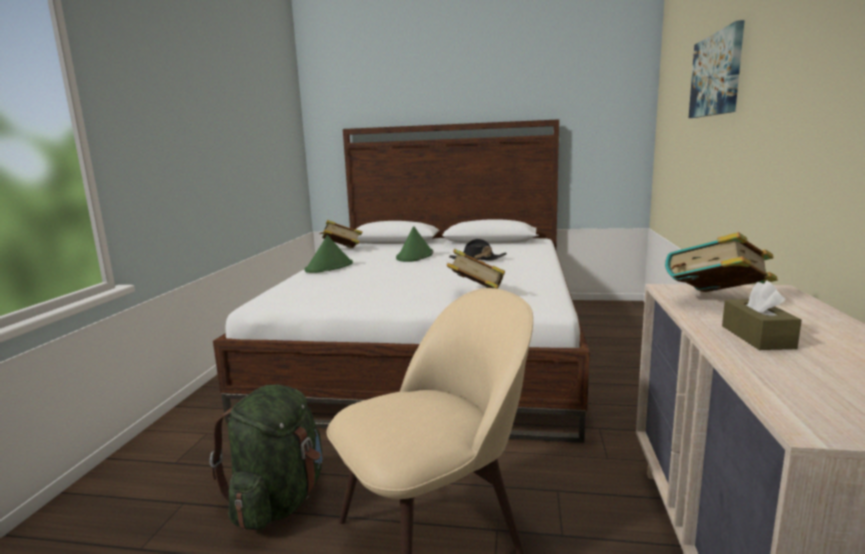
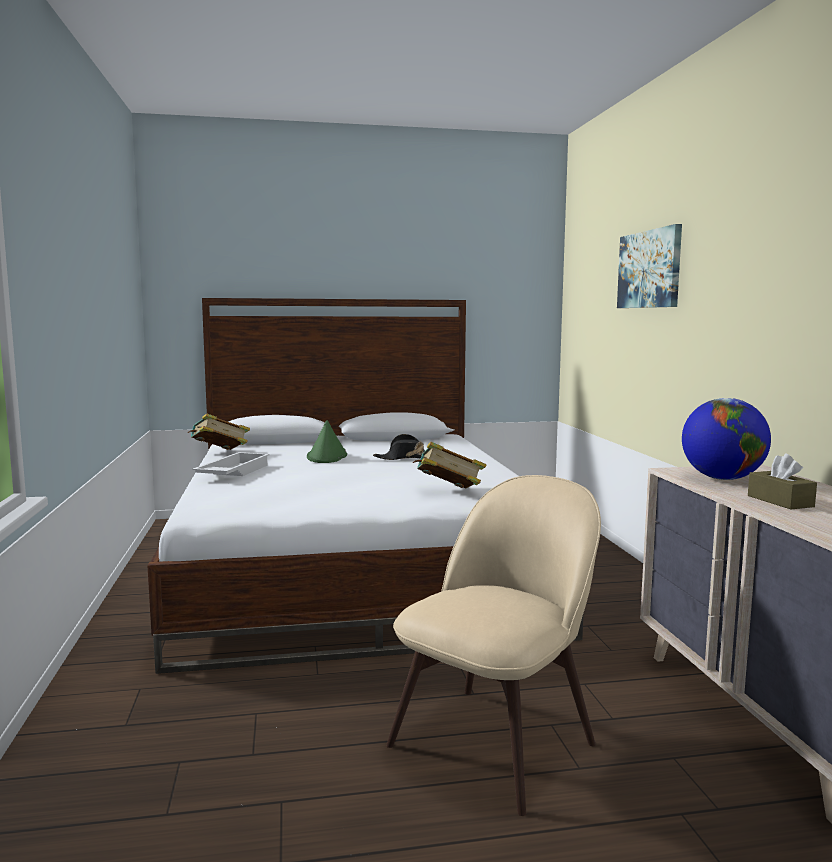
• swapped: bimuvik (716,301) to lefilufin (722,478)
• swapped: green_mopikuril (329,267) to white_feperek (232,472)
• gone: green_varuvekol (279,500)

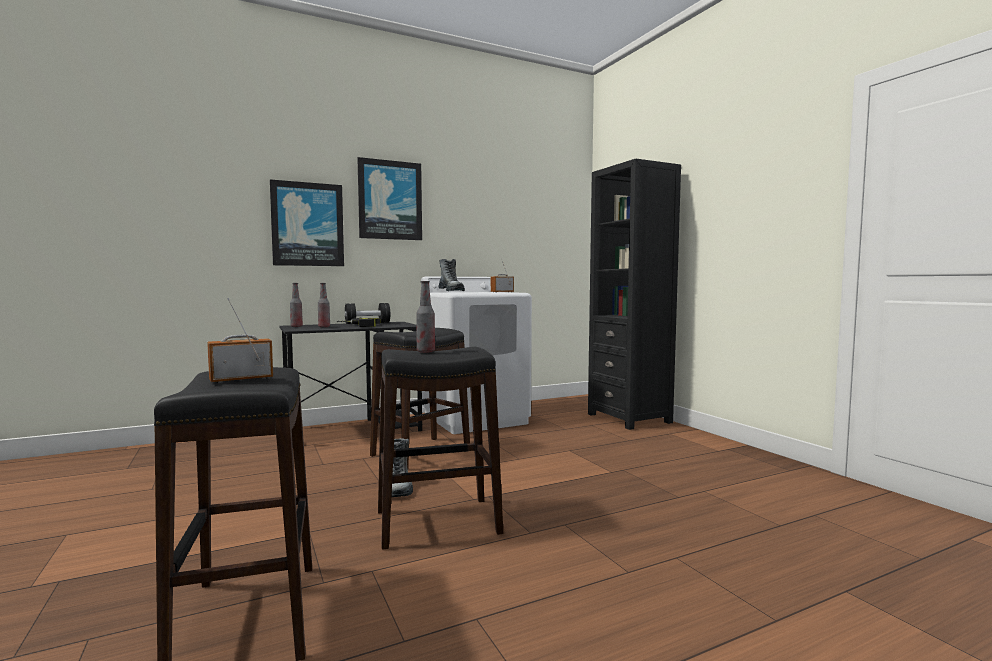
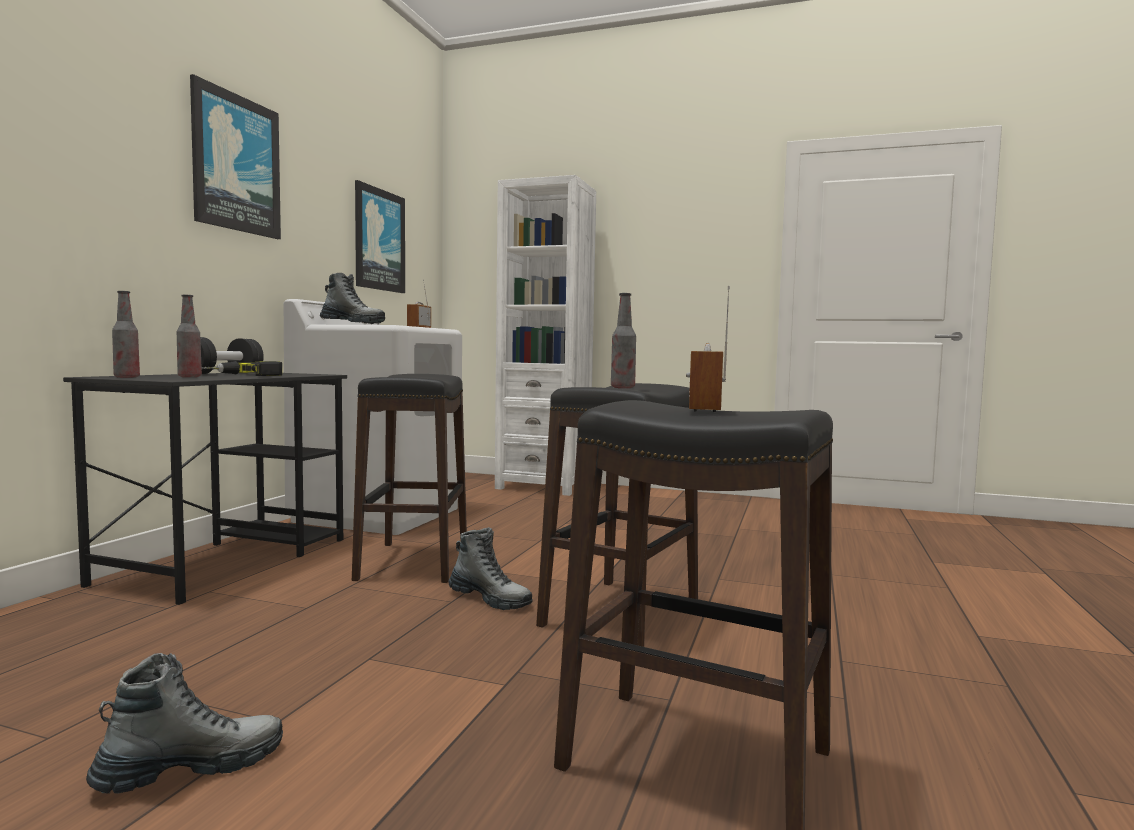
• repainted: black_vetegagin (629,418) to white_vetegagin (543,486)
• shifted: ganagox (307,224) to (379,240)
• new: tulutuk (191,768)

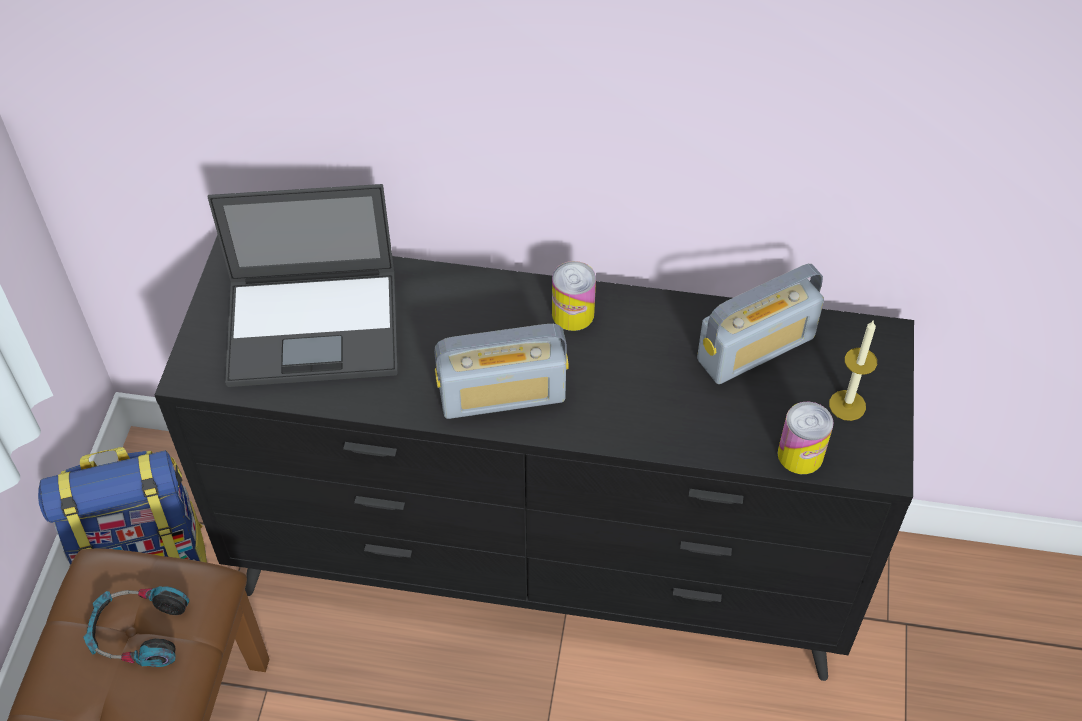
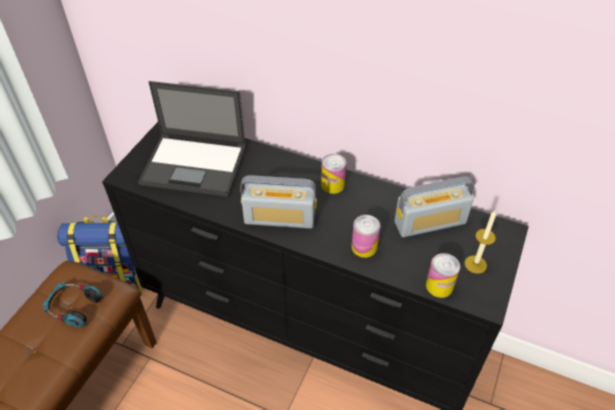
• new: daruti (364,247)

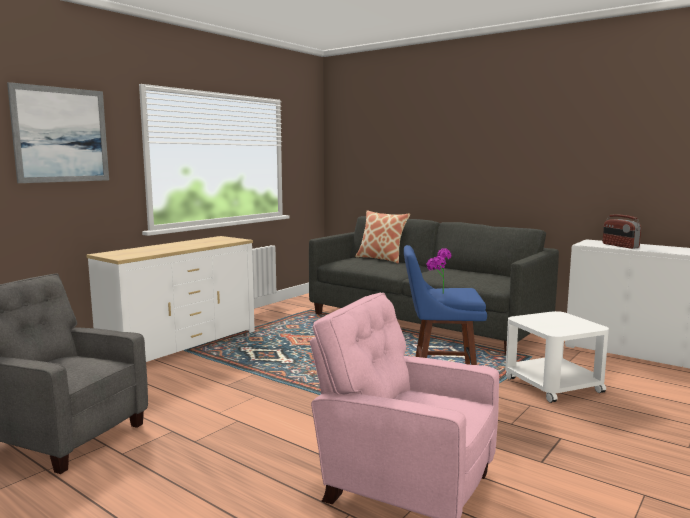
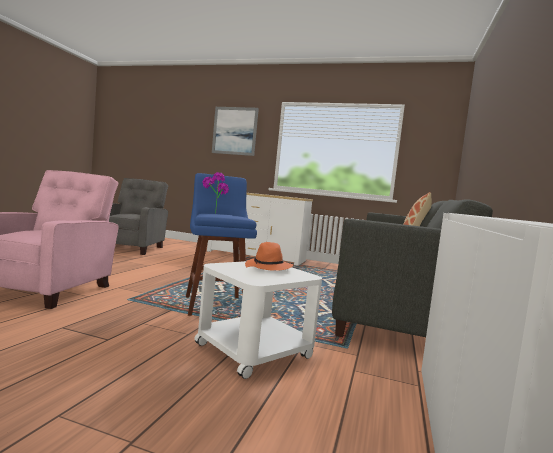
• gone: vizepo (620,246)
• new: orange_mopikuril (268,268)

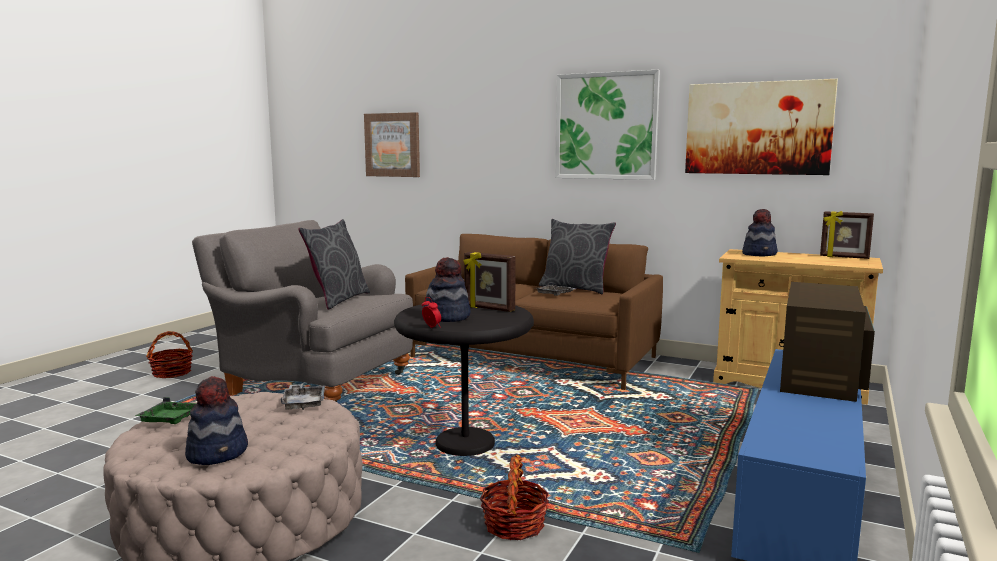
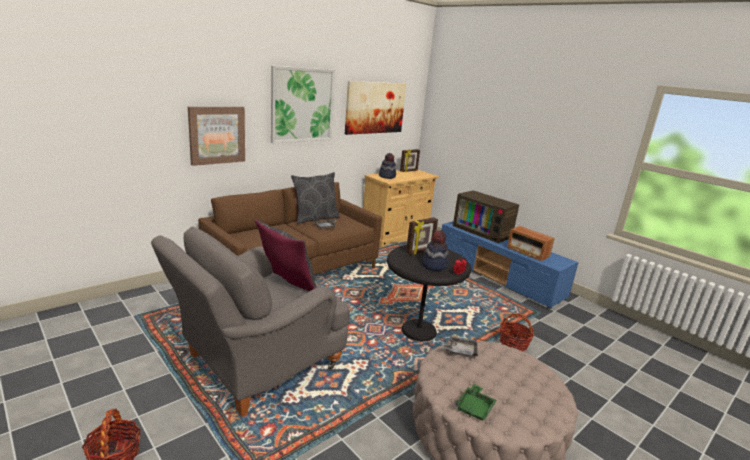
• shifted: ganagox (393,145) to (217,135)
• gone: mopikuril (218,453)
• new: vizepo (527,252)

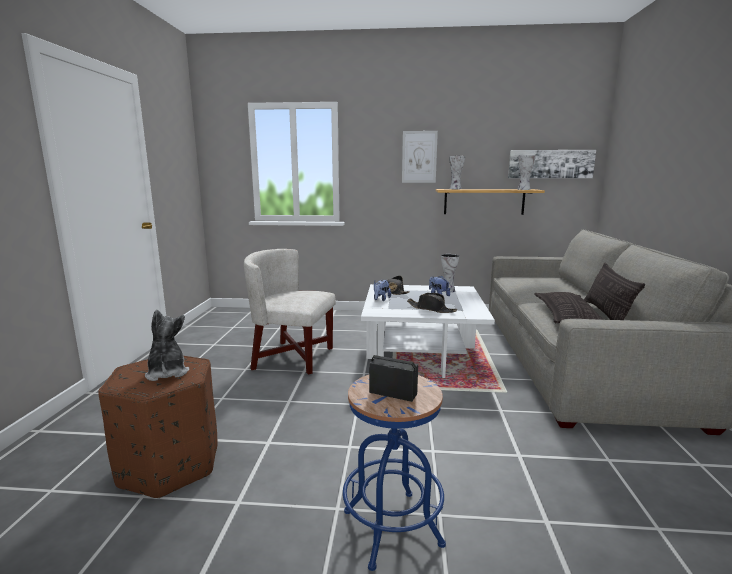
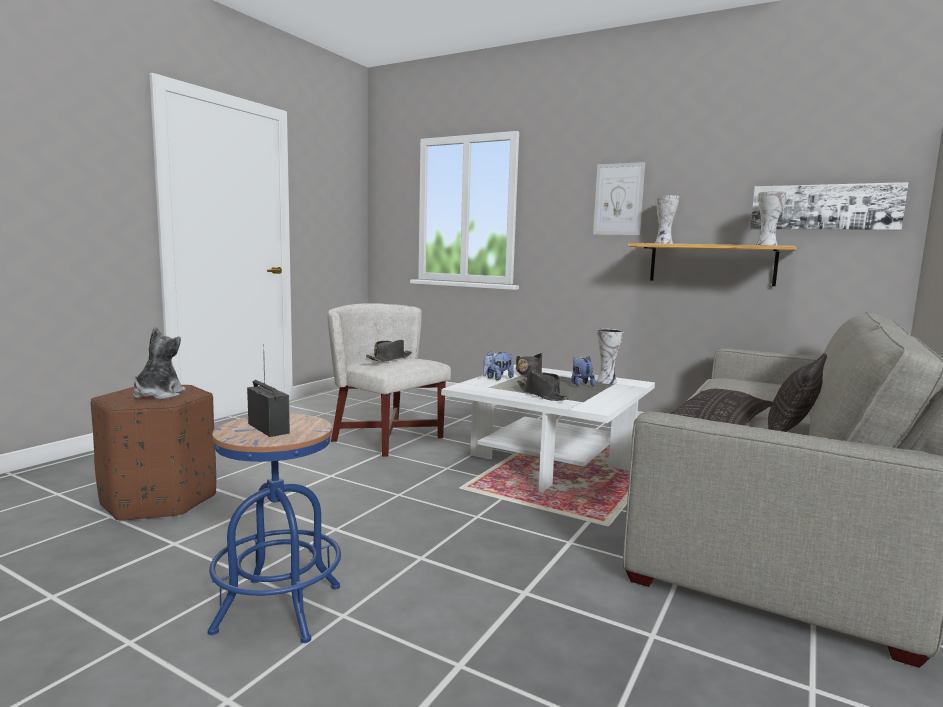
• new: black_mopikuril (389,359)

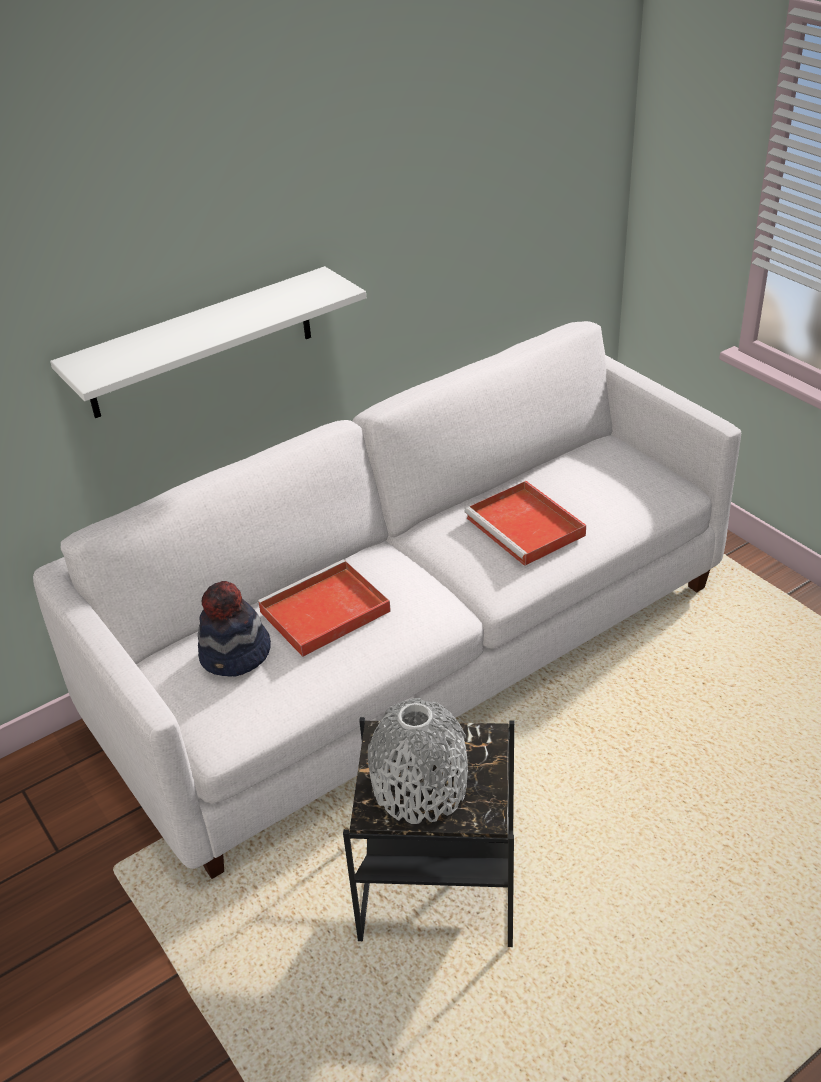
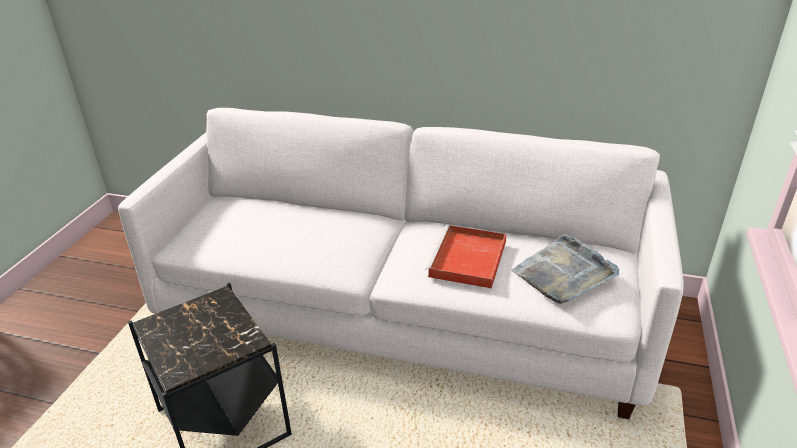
• gone: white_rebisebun (201,343)
• gone: red_feperek (323,613)
• gone: mopikuril (236,655)
• gone: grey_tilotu (420,787)
• new: grey_feperek (564,273)

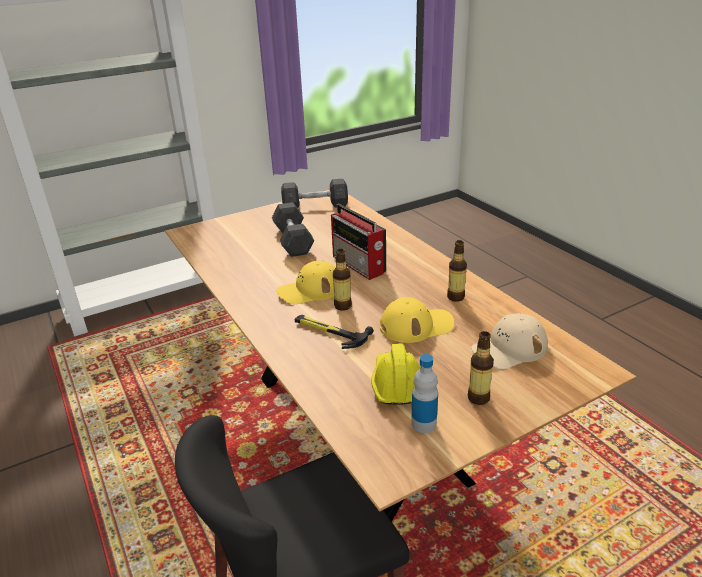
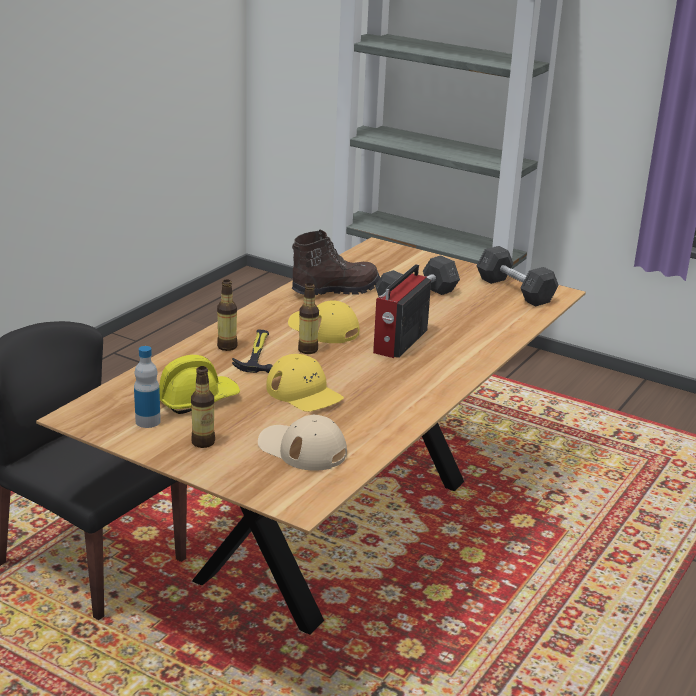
• shifted: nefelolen (455,297) to (227,346)
• new: brown_tulutuk (335,290)

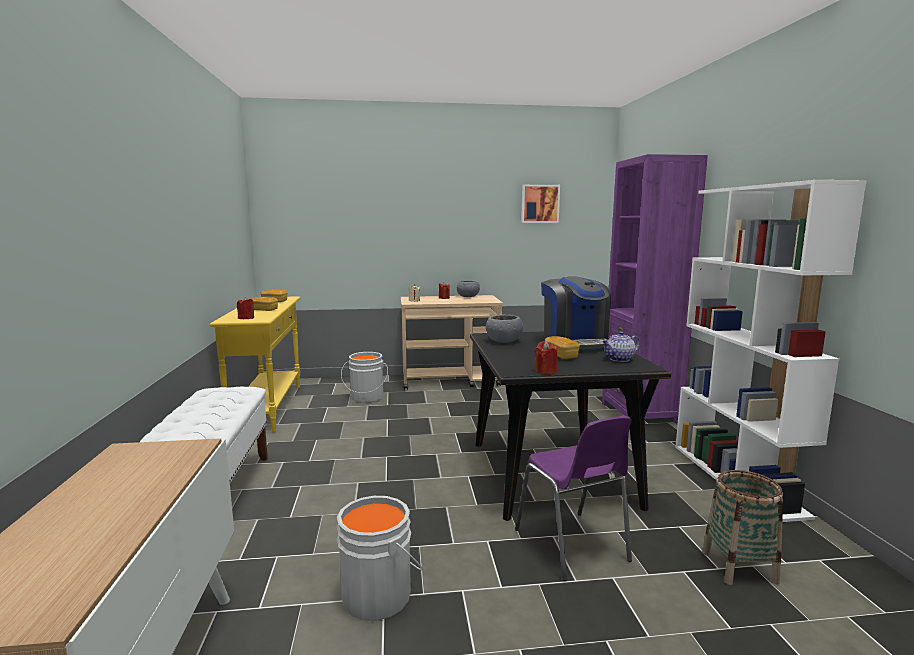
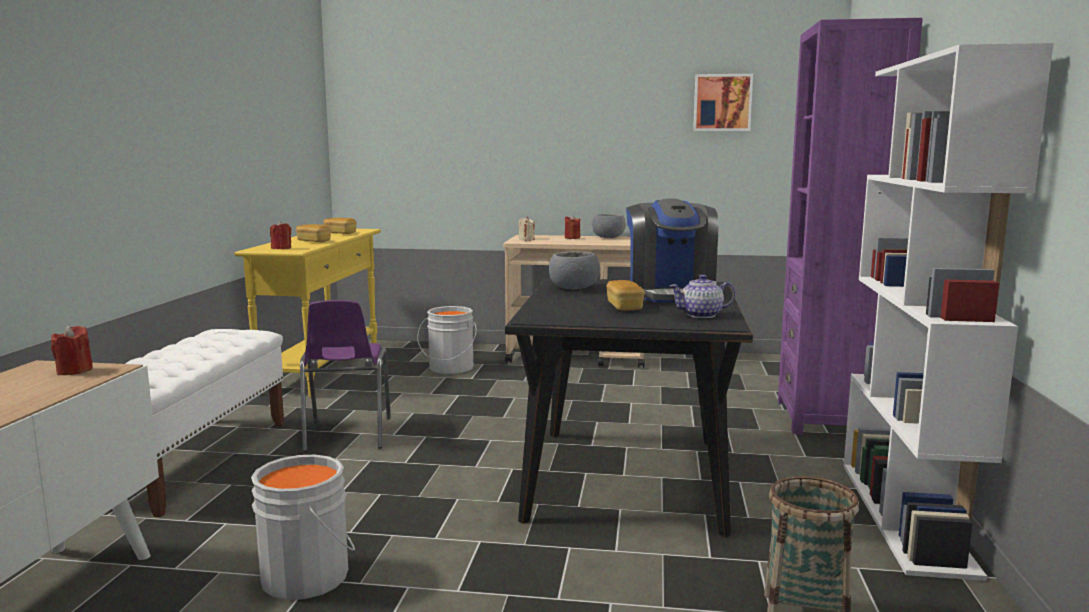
• shifted: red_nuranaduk (545,371) to (74,371)
• shifted: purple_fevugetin (572,546) to (346,435)

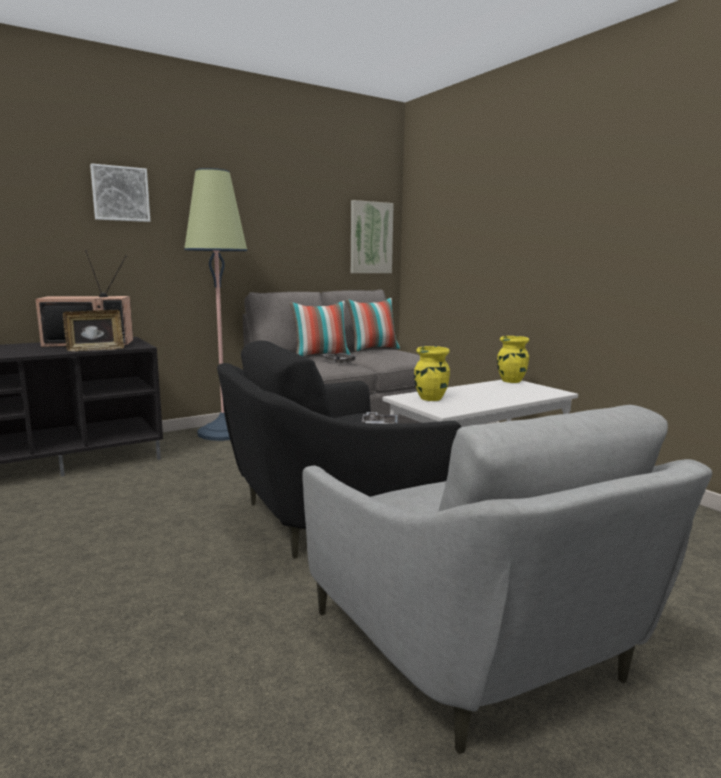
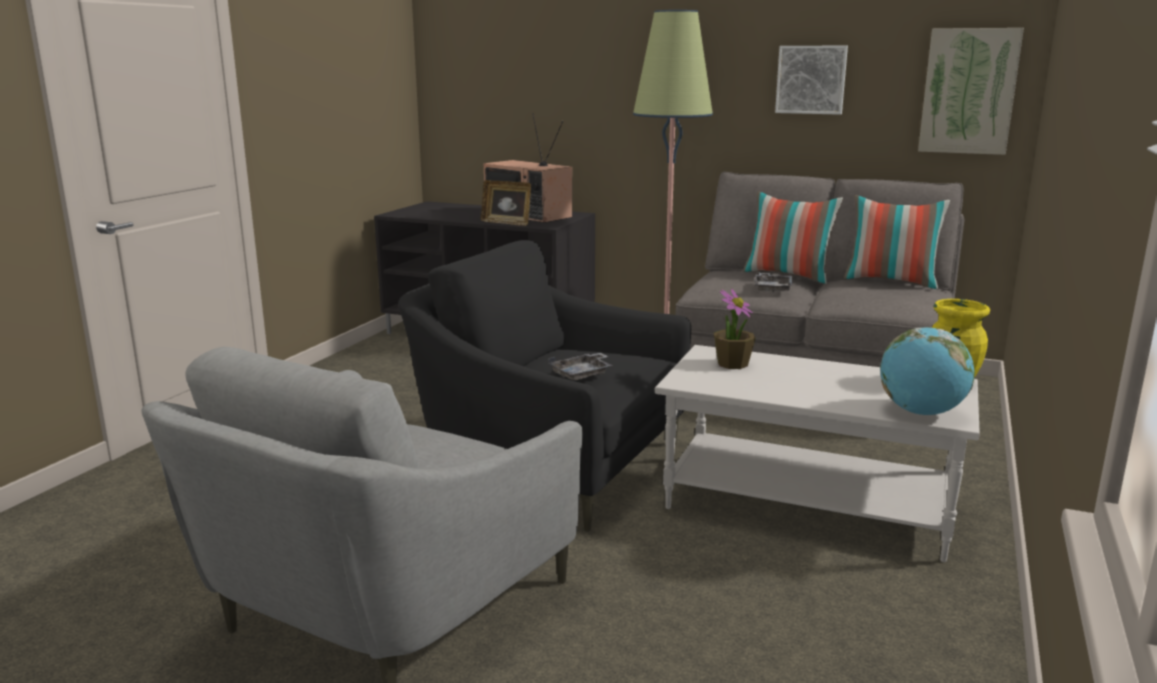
• shifted: ganagox (120,194) to (811,79)
• swapped: yellow_tilotu (430,398) to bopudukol (732,364)
• new: lefilufin (921,413)

